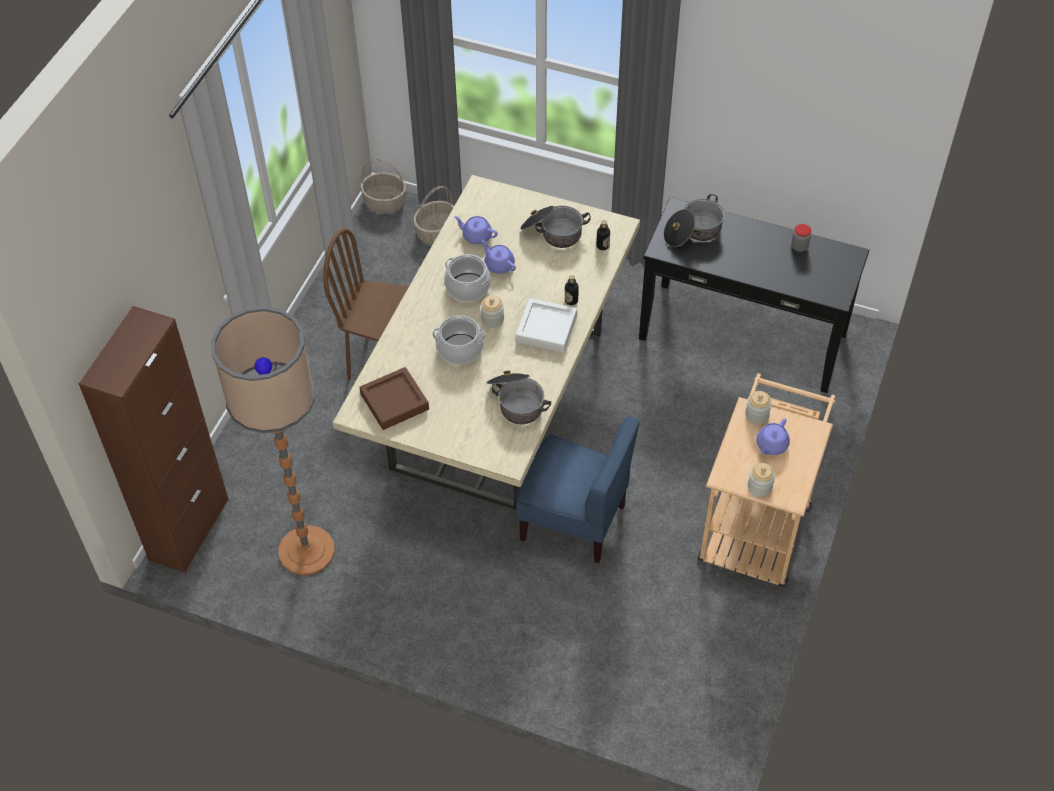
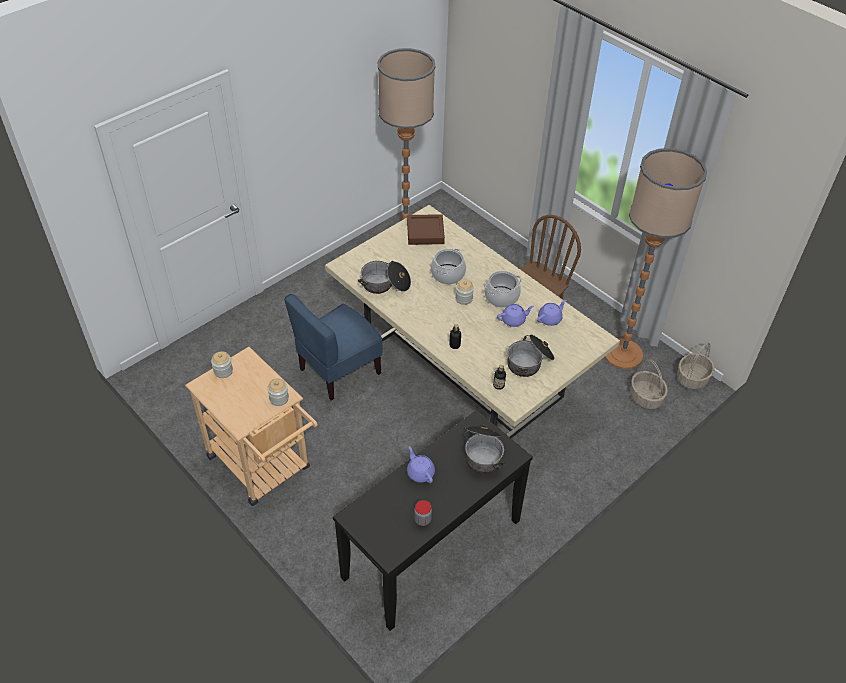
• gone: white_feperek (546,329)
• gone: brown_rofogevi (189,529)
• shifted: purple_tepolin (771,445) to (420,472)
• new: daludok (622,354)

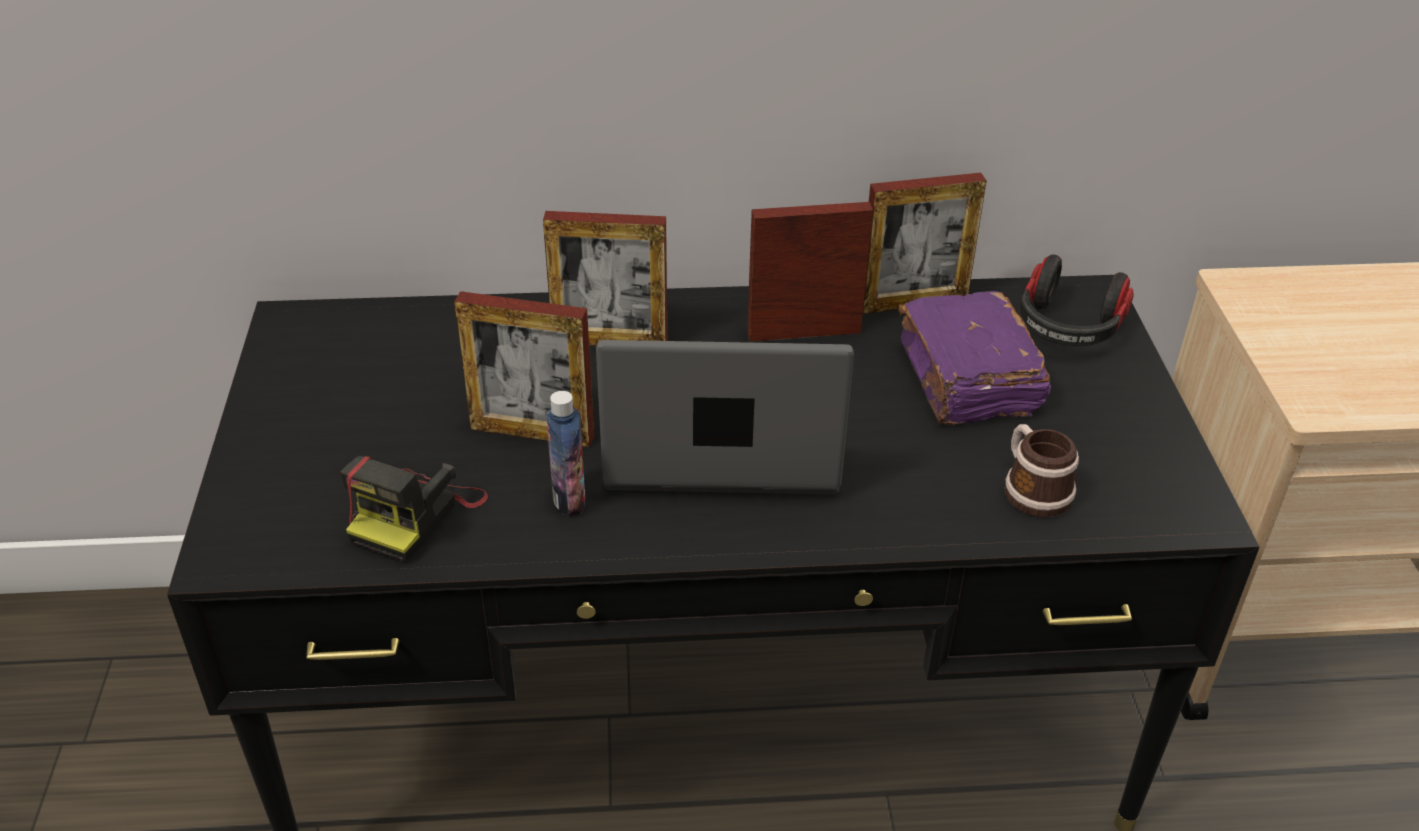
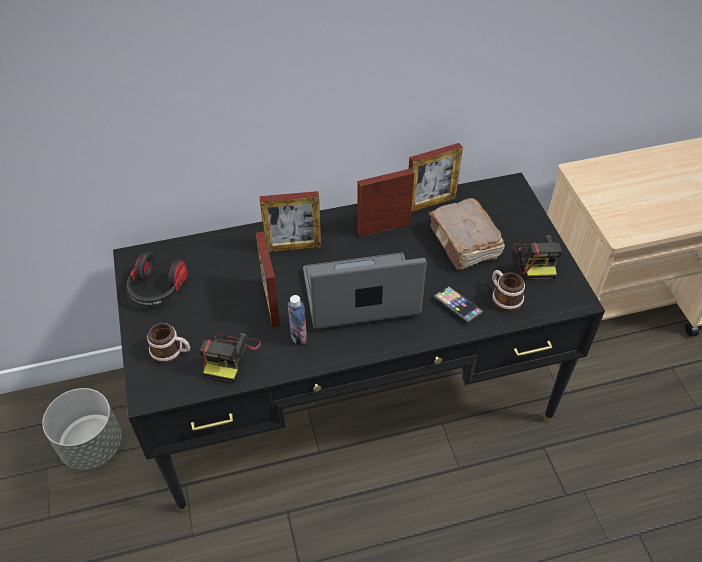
• shifted: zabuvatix (1067,328) to (157,290)
• rotated: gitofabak (532,432) = (271,304) 75 degrees clockwise
• repainted: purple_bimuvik (967,381) to brown_bimuvik (464,243)
• new: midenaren (536,260)
• new: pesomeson (457,306)
• new: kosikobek (171,352)
• new: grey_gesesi (92,445)

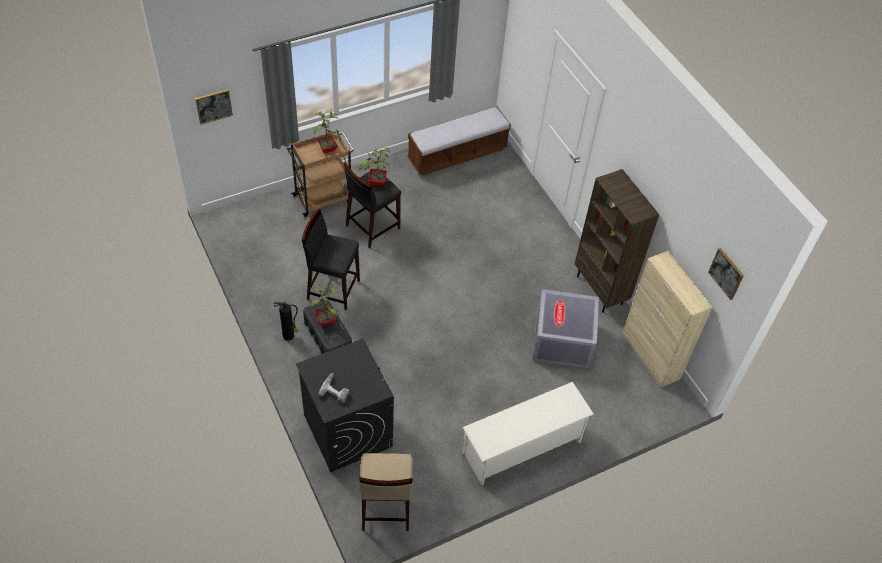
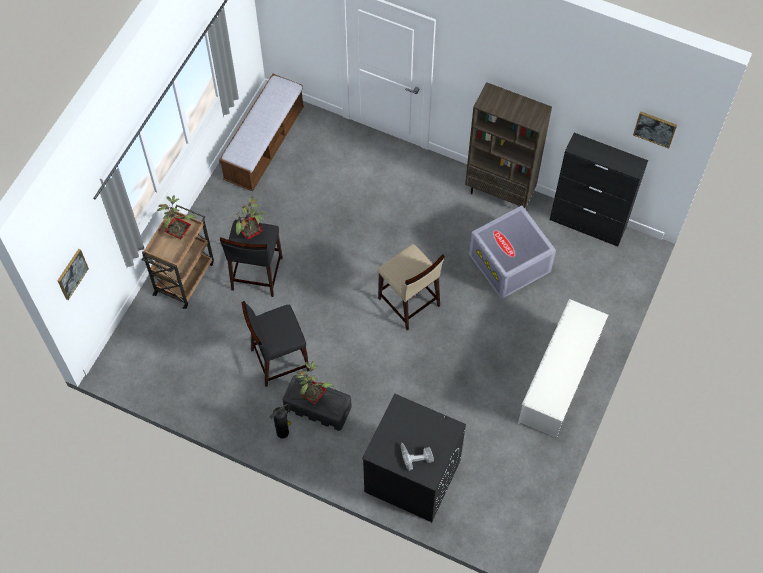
• repainted: beige_rofogevi (650,356) to black_rofogevi (588,224)
• shifted: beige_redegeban (385,508) to (409,303)

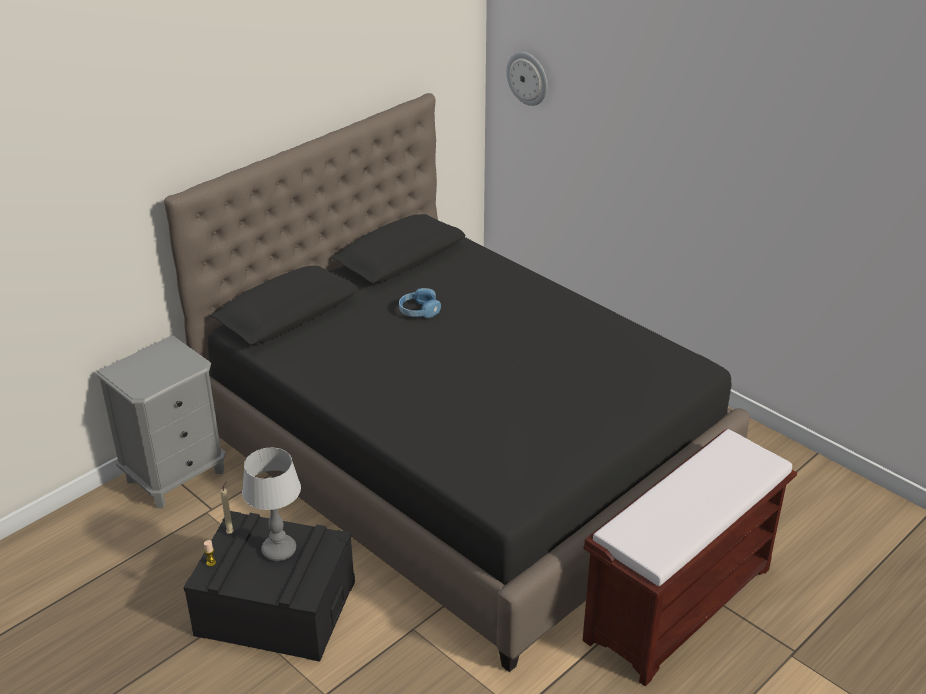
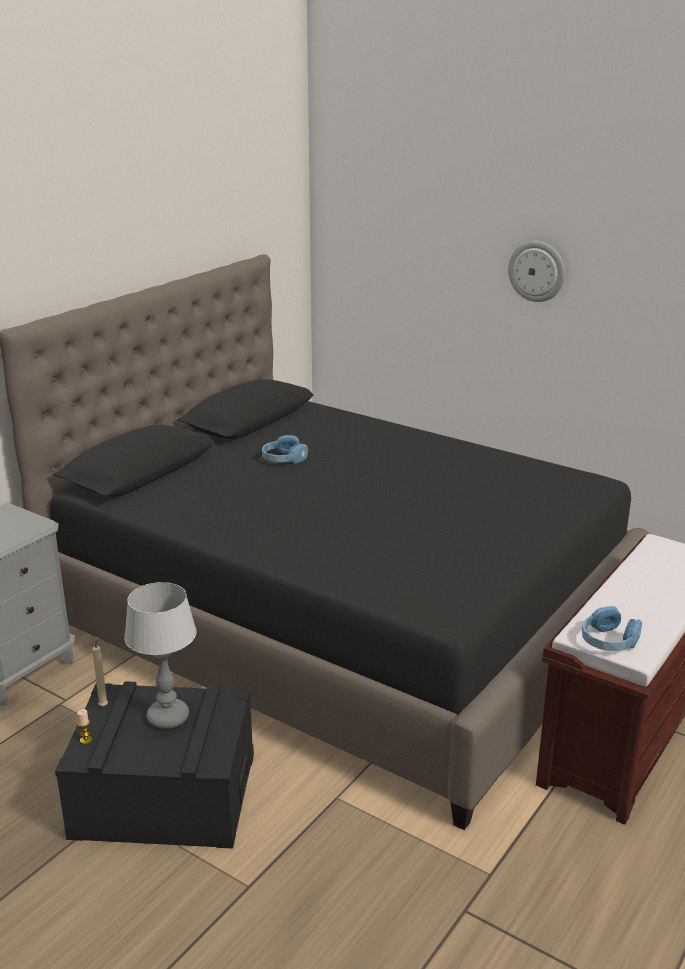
• shifted: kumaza (528,78) to (537,271)
• new: blue_zabuvatix (609,641)

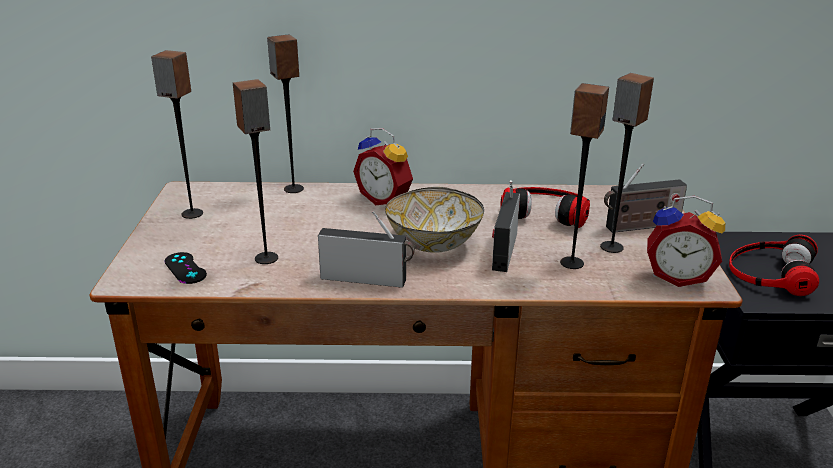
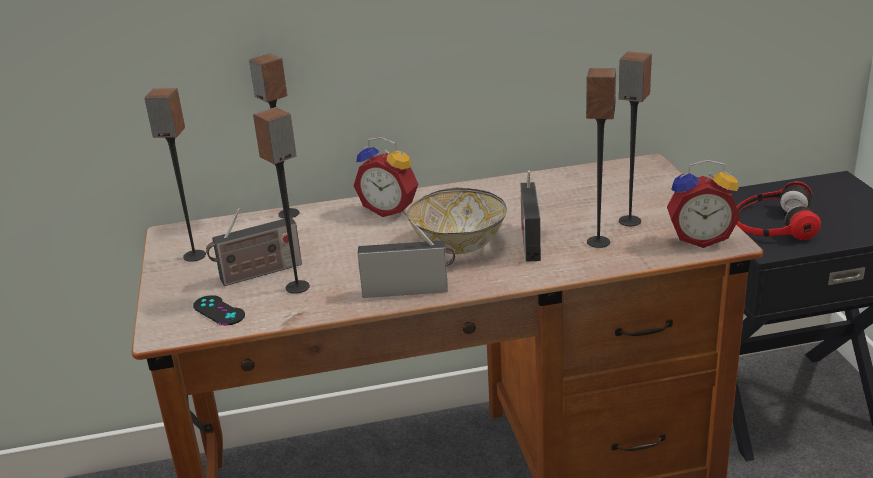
• shifted: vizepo (639,227) to (257,274)
• gone: zabuvatix (545,210)

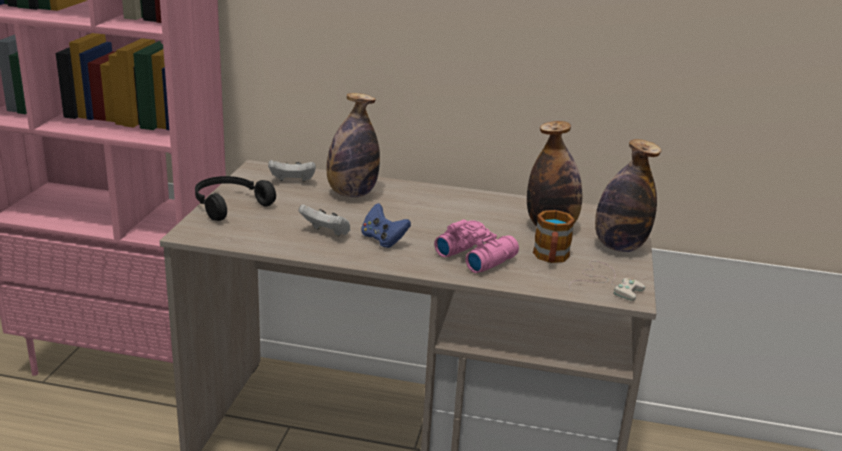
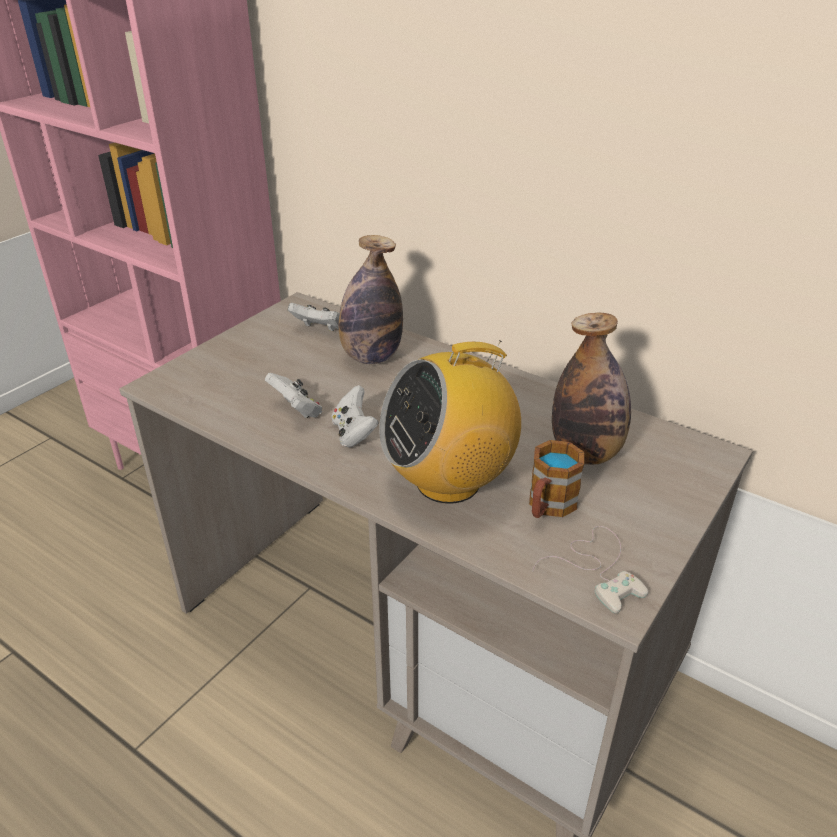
• gone: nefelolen (619,246)
• gone: black_zabuvatix (228,205)
• repainted: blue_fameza (383,240) to white_fameza (354,433)
• swapped: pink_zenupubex (475,255) to vizepo (449,481)

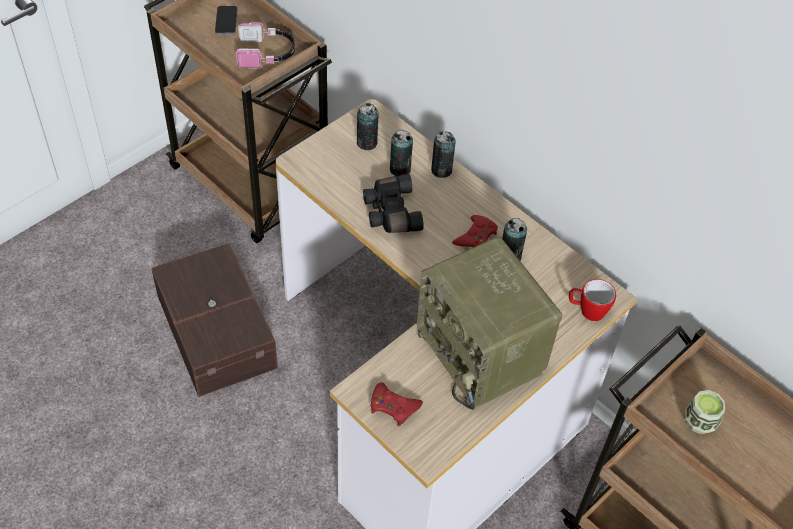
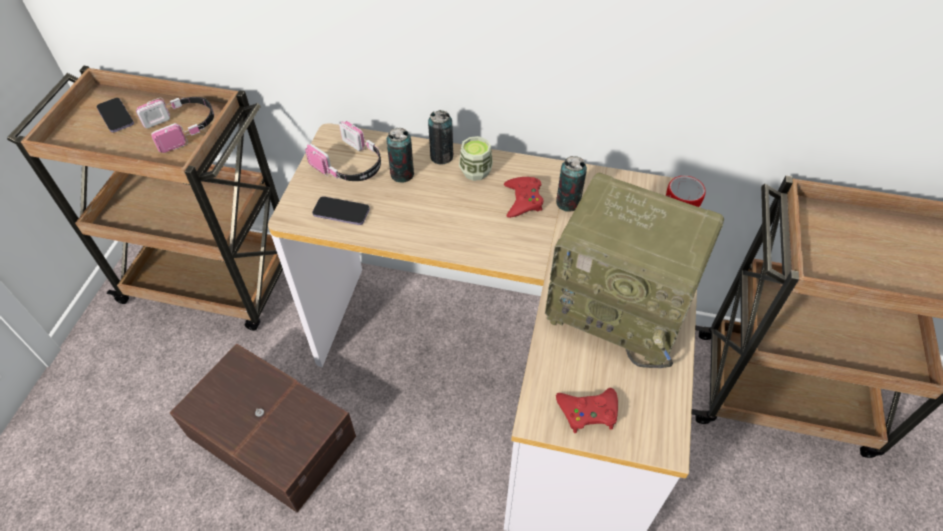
• swapped: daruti (367,143) to zabuvatix (350,166)
• gone: black_zenupubex (390,212)
• shifted: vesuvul (699,422) to (475,171)
• new: pesomeson (341,212)

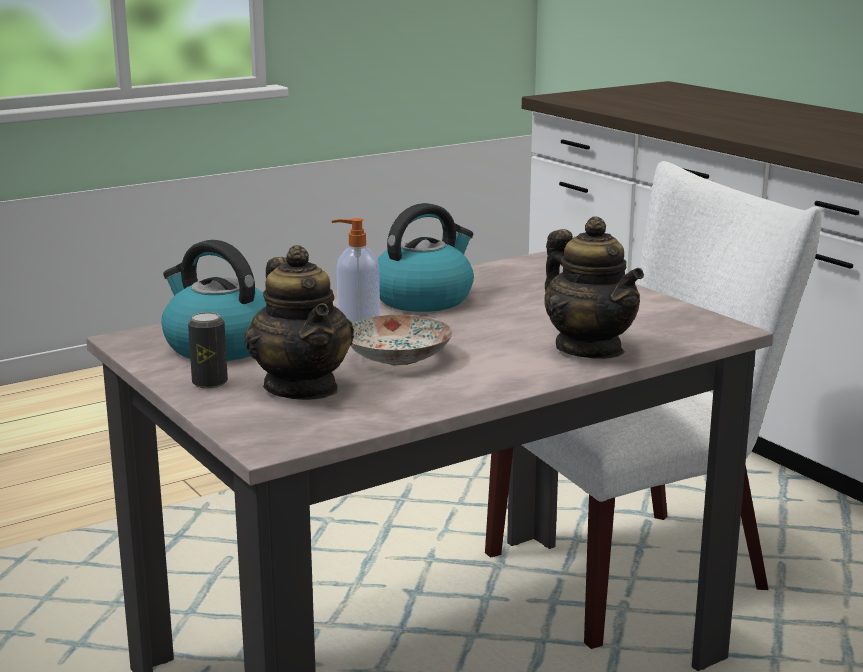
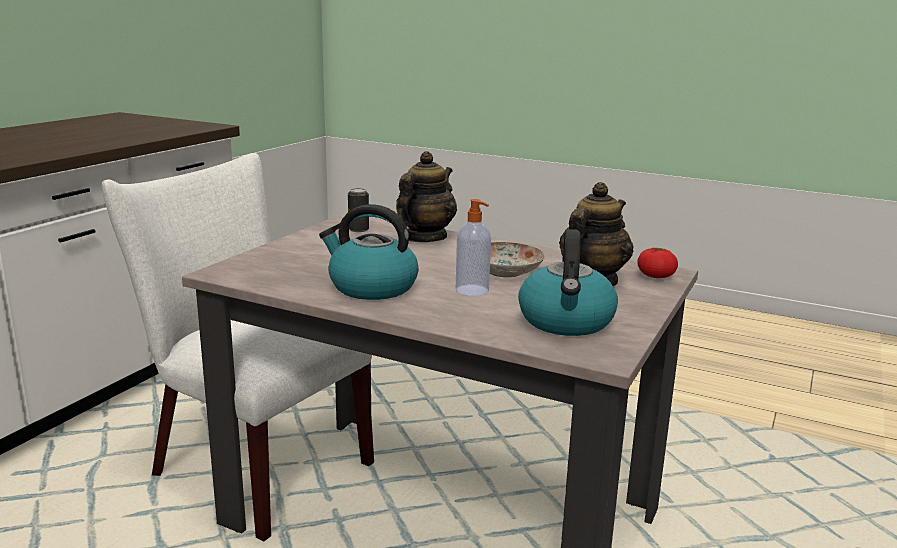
• shifted: daruti (210,383) to (358,230)
• new: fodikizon (656,276)

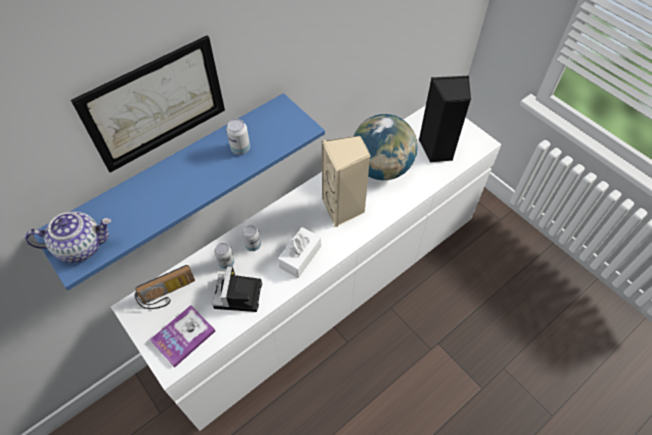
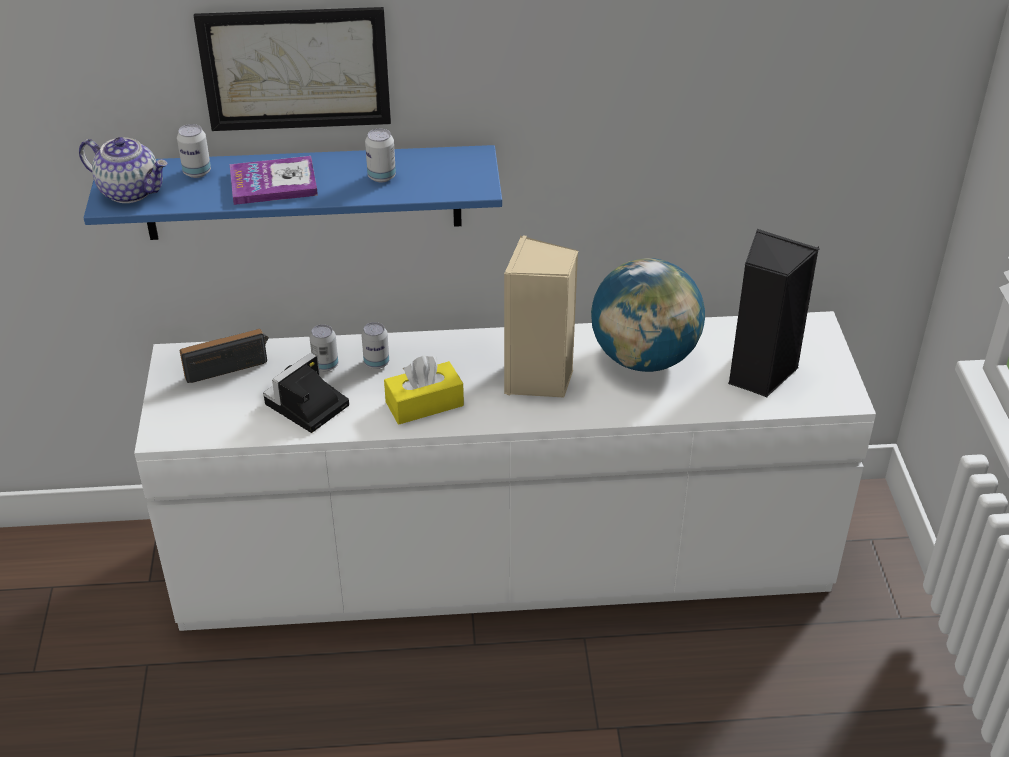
• repainted: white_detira (300,257) to yellow_detira (424,404)
• rotated: vizepo (168,294) = (227,364) 150 degrees clockwise
• shifted: bimuvik (183,336) to (273,183)
• new: daruti (197,172)

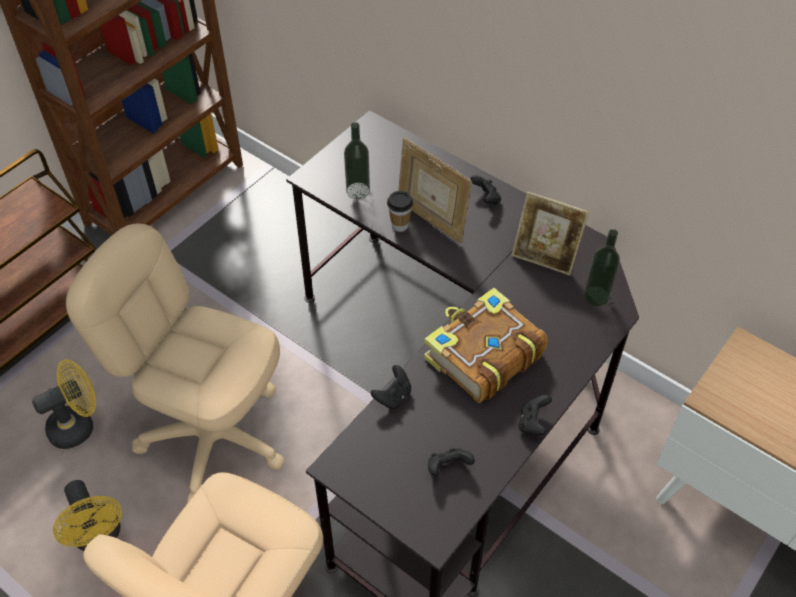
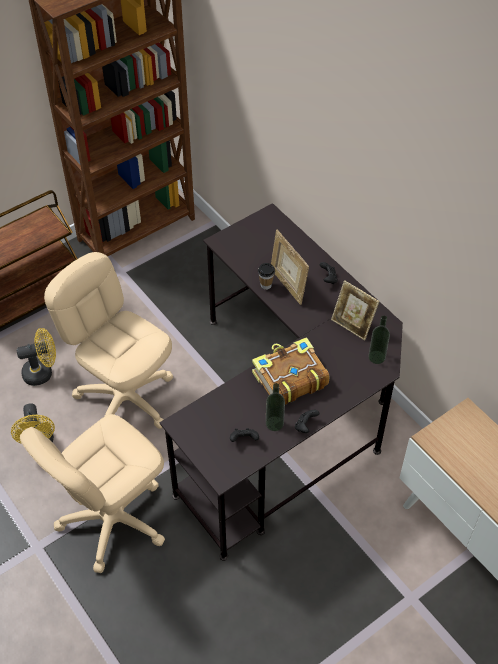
• shifted: nefelolen (358,190) to (274,423)
• gone: black_fameza (393,396)

